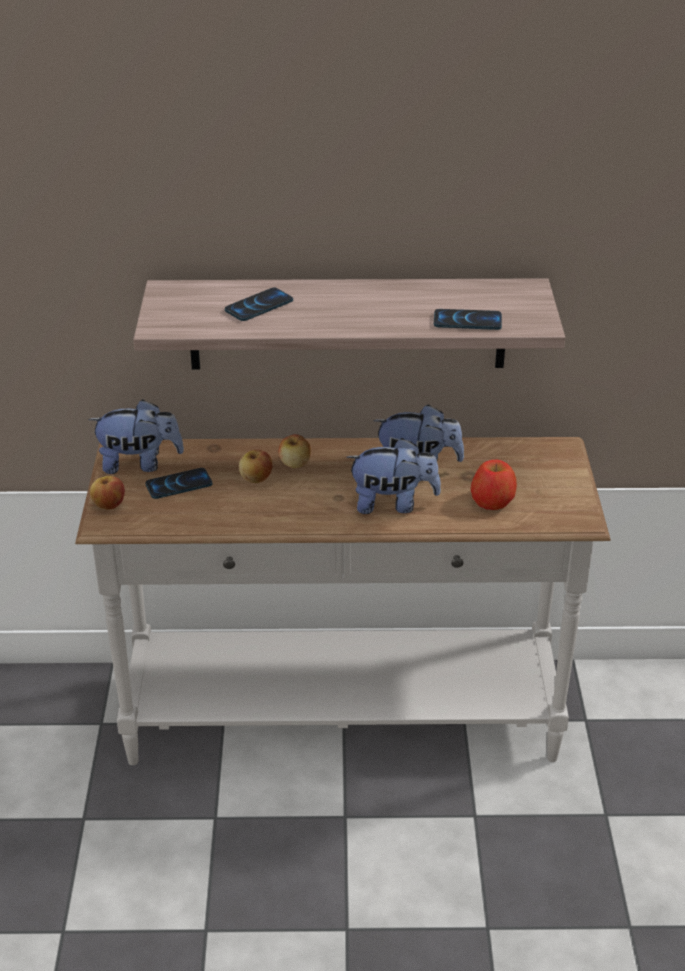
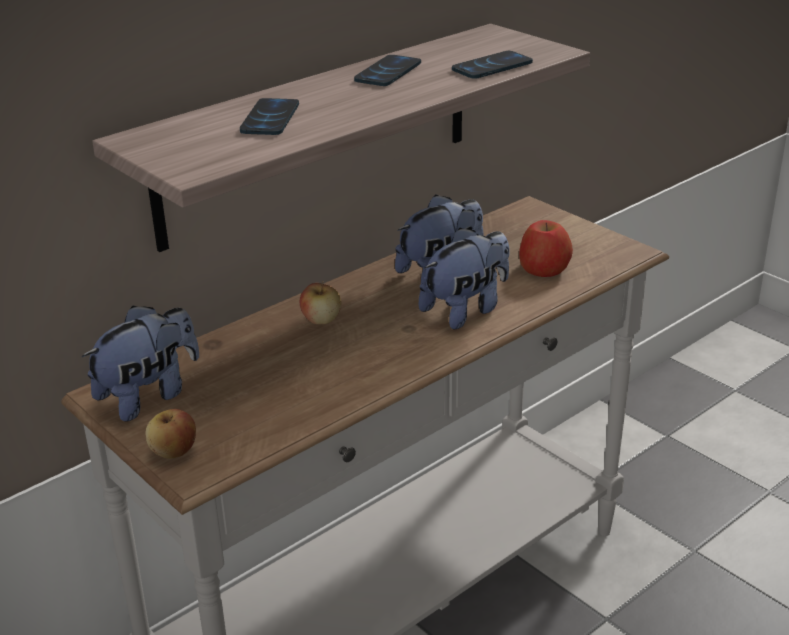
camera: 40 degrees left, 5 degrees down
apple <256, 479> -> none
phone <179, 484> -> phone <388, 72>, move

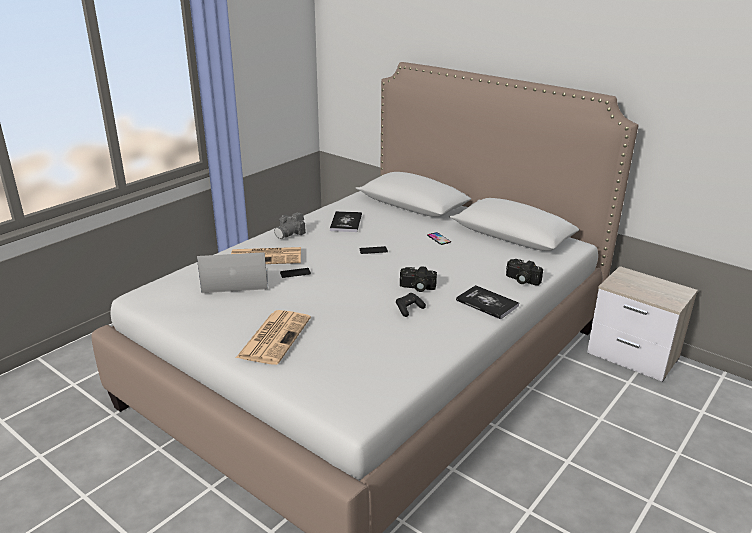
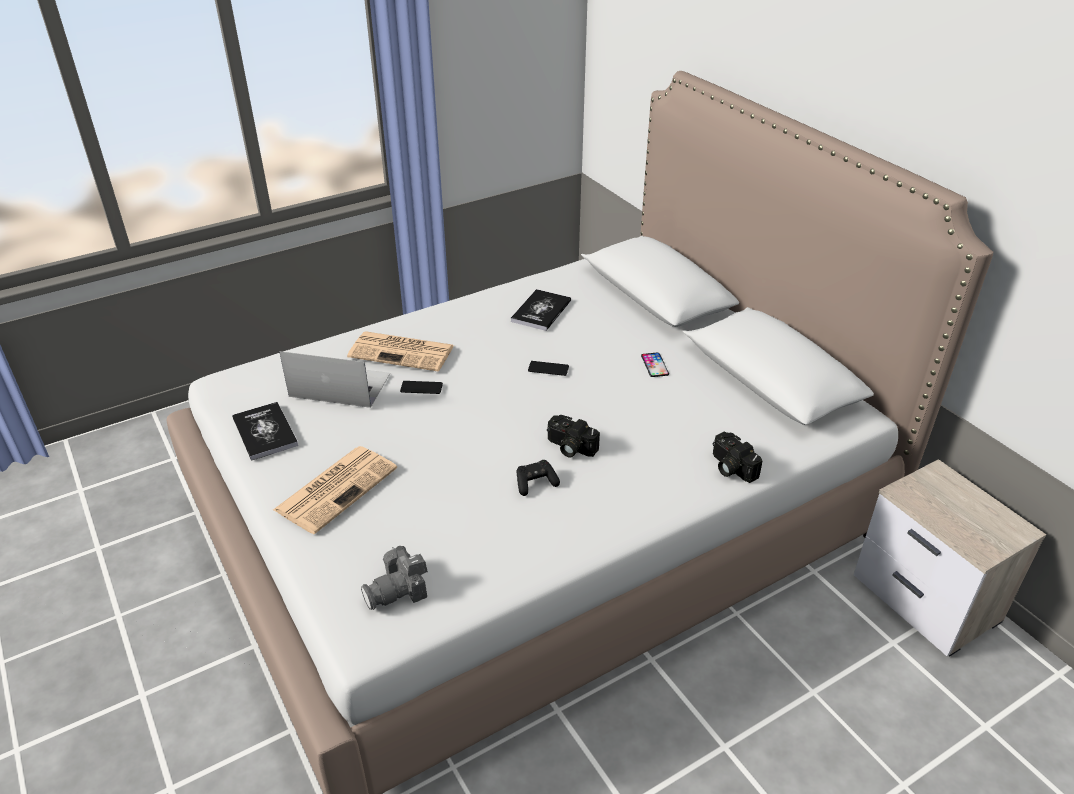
camera: 20 degrees right, 10 degrees up
photo camera <290, 233> -> photo camera <399, 590>, move
book <487, 303> -> book <265, 432>, move

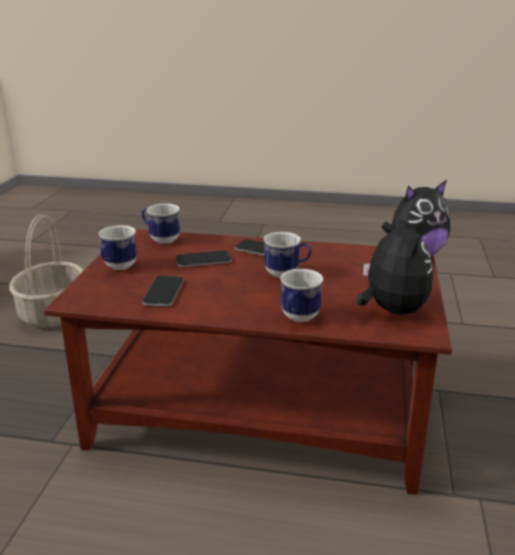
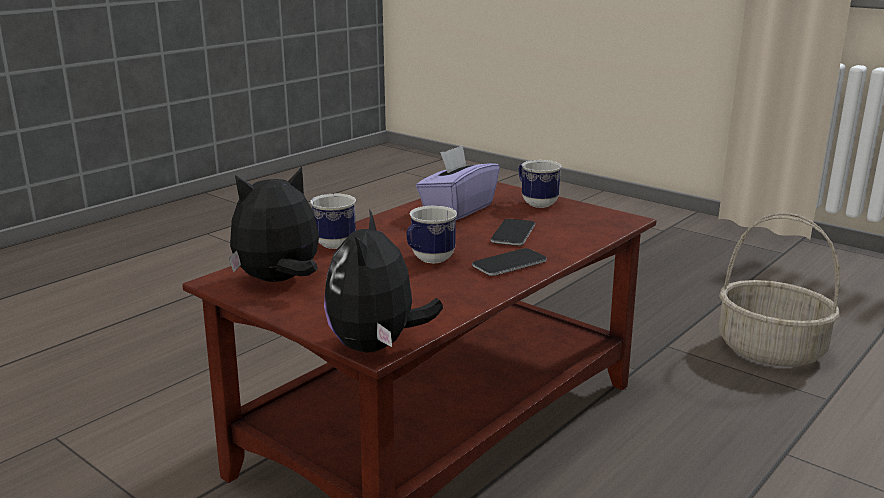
camera: 120 degrees right, 5 degrees down
mug <161, 239> -> none
phone <163, 292> -> tissue box in purple <457, 209>
plush toy <391, 310> -> plush toy <279, 281>, 135 degrees clockwise

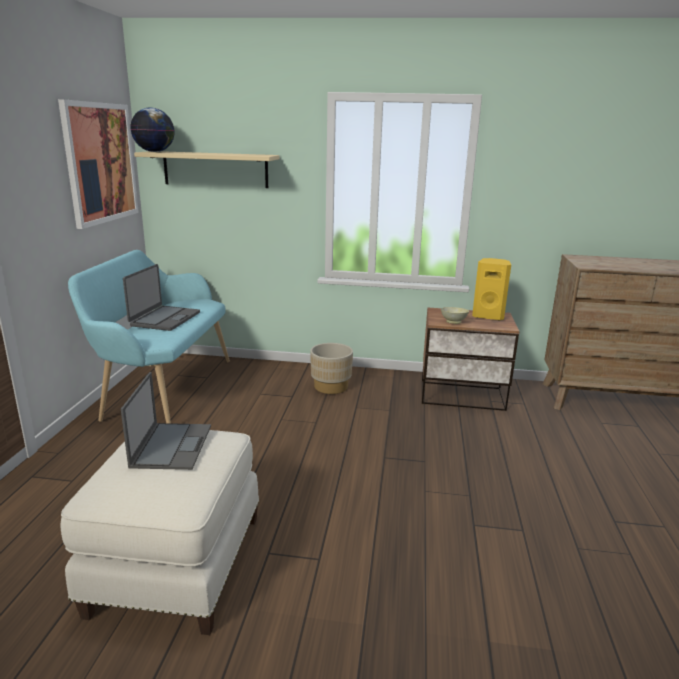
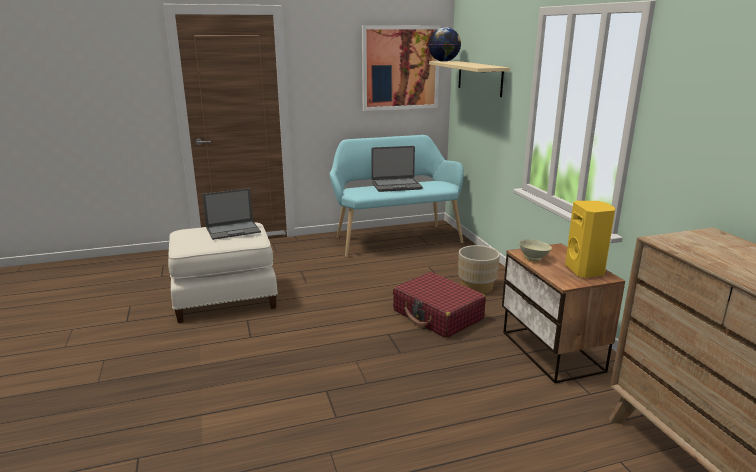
camera: 65 degrees right, 0 degrees up
none -> suitcase in red <438, 315>

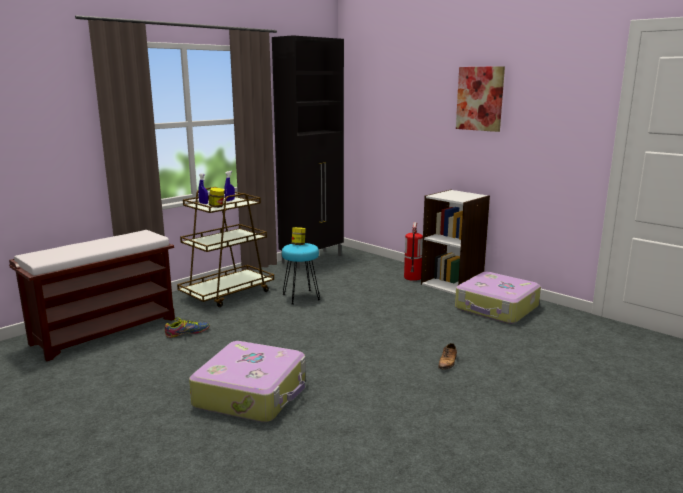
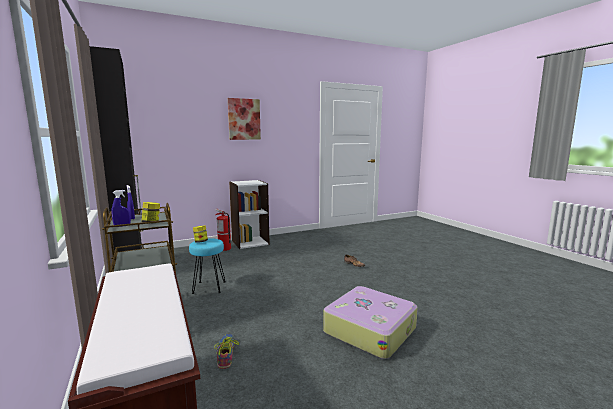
camera: 70 degrees left, 5 degrees down
suitcase <496, 308> -> none

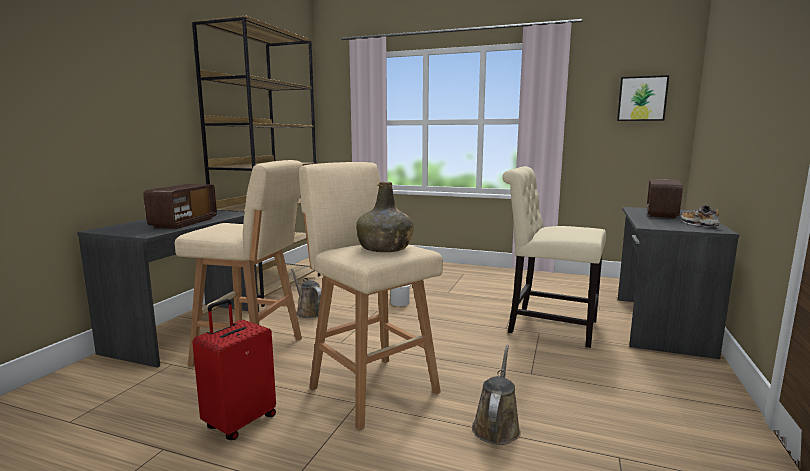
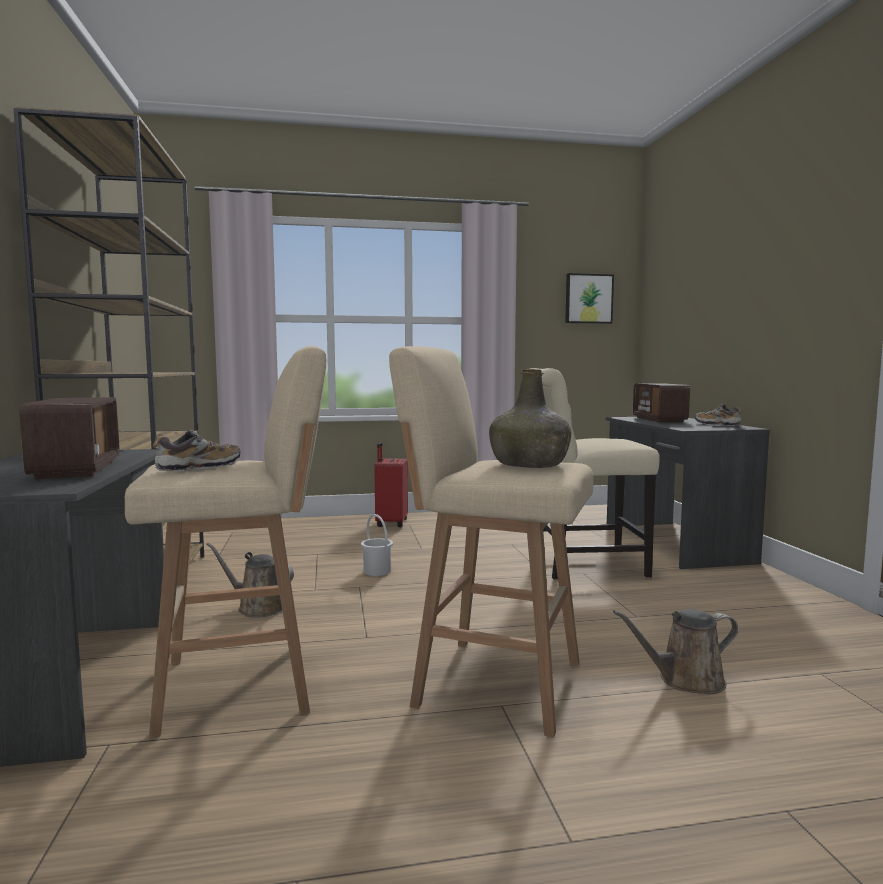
camera: 30 degrees left, 5 degrees down
none -> shoe <198, 468>
suitcase in red <239, 422> -> suitcase in red <390, 523>, move
watering can in brown <496, 426> -> watering can in brown <685, 680>, 90 degrees counterclockwise

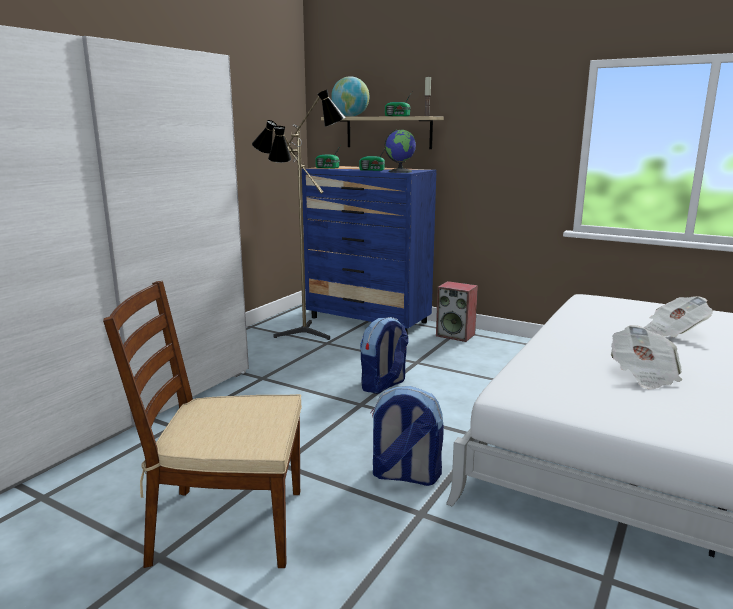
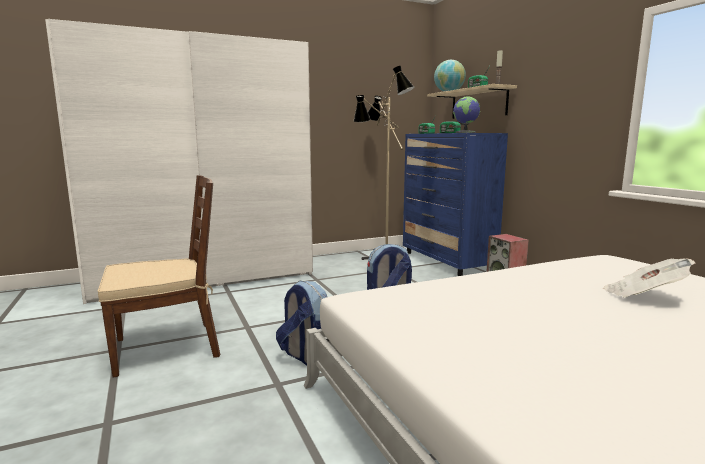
camera: 35 degrees right, 5 degrees down
newspaper <643, 375> -> none
chair in brown <226, 526> -> chair in brown <168, 347>, 120 degrees clockwise

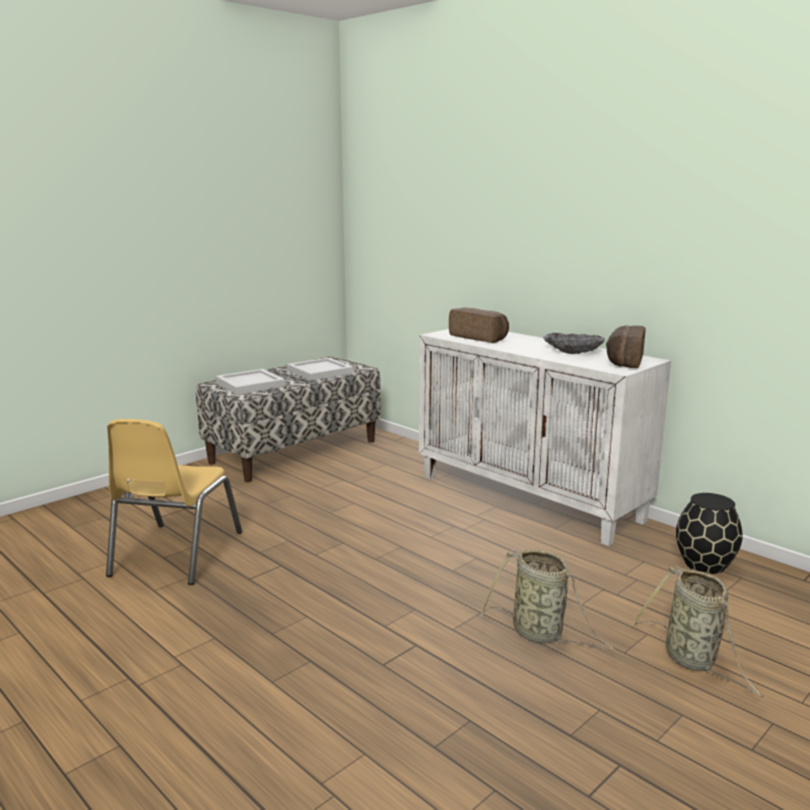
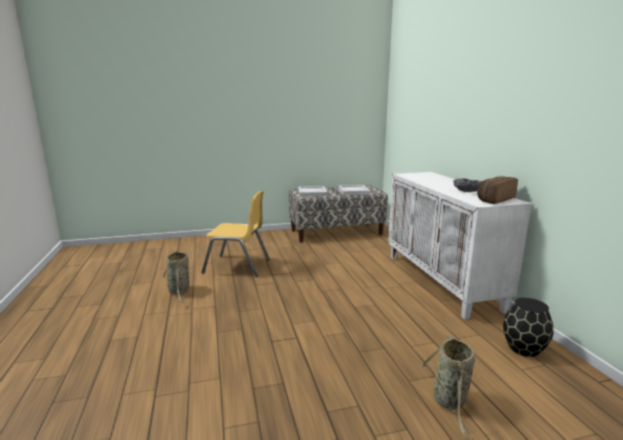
camera: 30 degrees right, 0 degrees up
bread <479, 338> -> none
basket <541, 634> -> basket <179, 291>, move
chair in yellow <175, 554> -> chair in yellow <237, 266>, 120 degrees counterclockwise

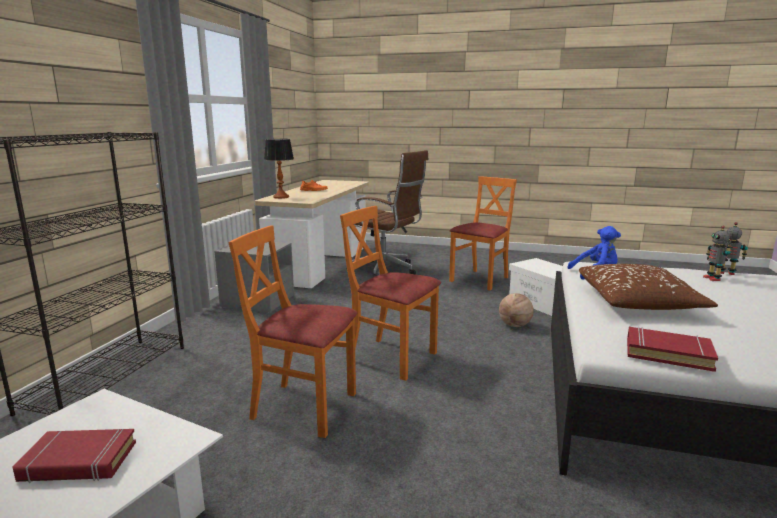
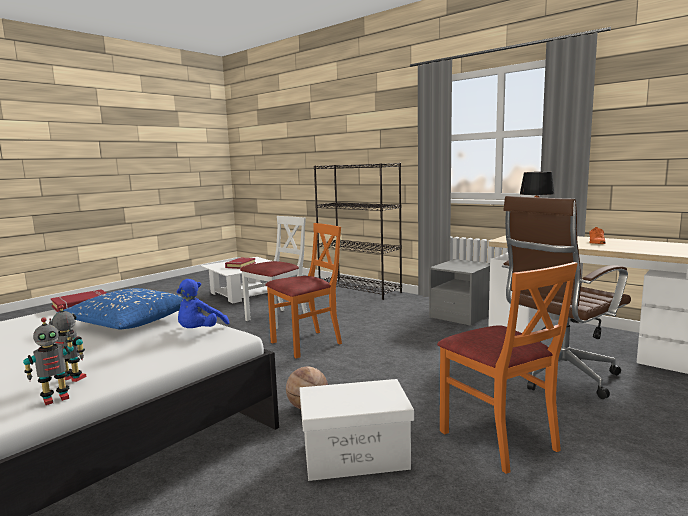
camera: 115 degrees right, 5 degrees down
chair in orange <304, 407> -> chair in white <277, 318>
pillow in brown <638, 302> -> pillow in blue <127, 323>

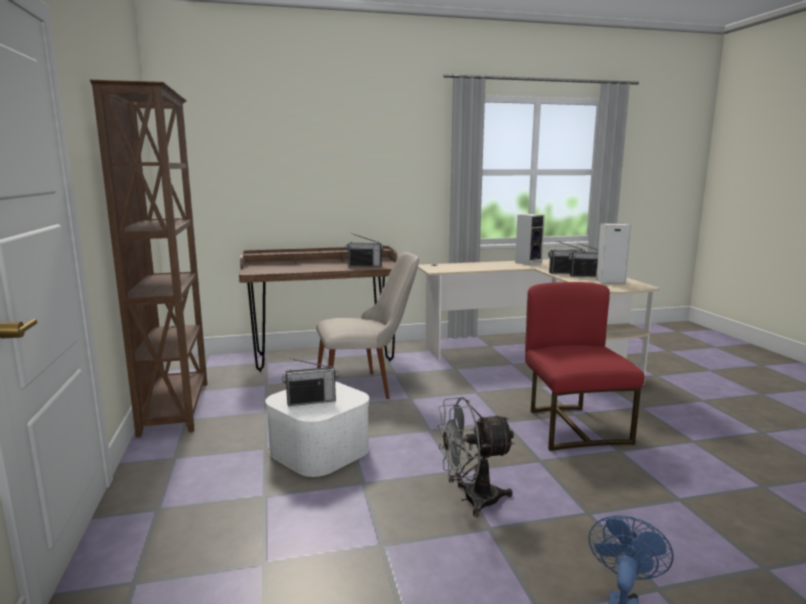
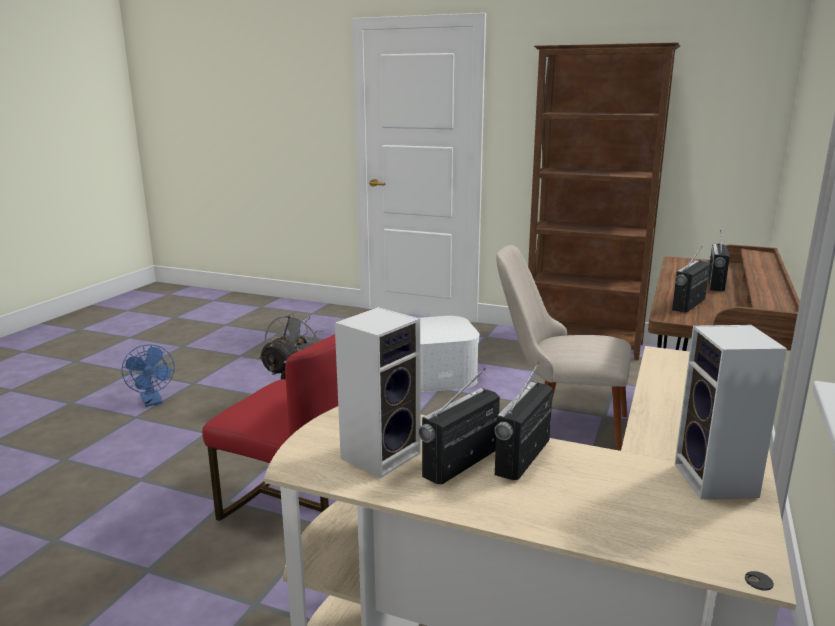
camera: 125 degrees right, 5 degrees up
radio <311, 401> -> radio <715, 284>, move
chair in beige <366, 386> -> chair in beige <560, 427>, 90 degrees clockwise

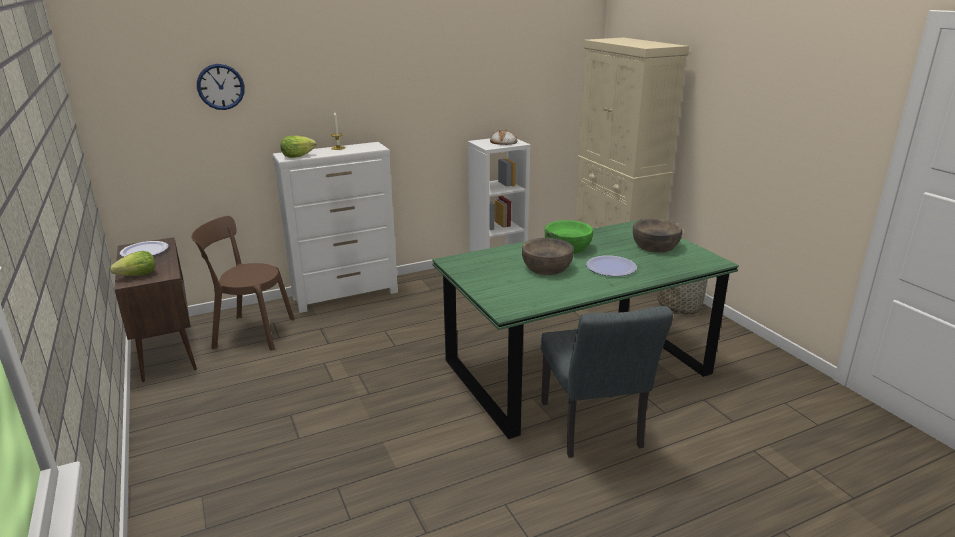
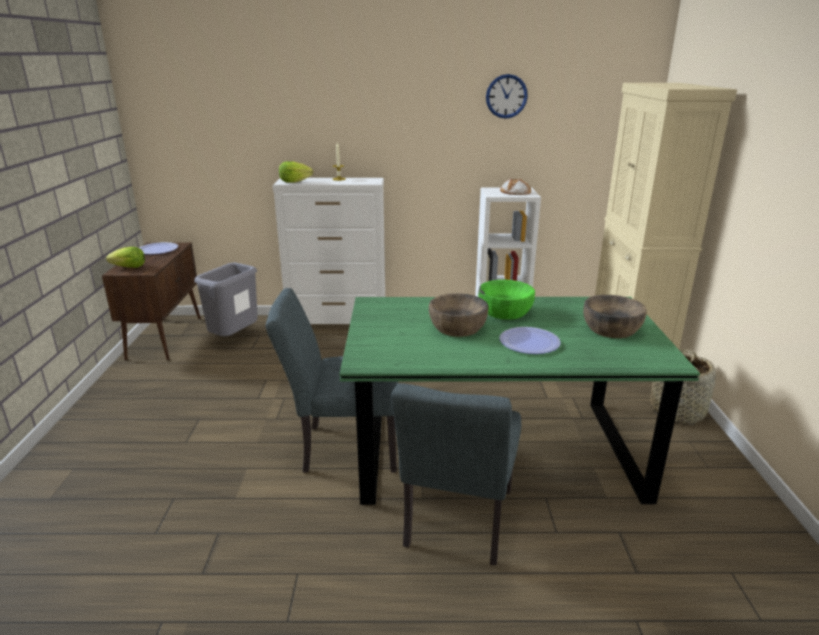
camera: 25 degrees right, 0 degrees up
none -> chair in grey <342, 447>
wall clock <220, 87> -> wall clock <506, 96>, move
chair in brown <250, 332> -> trash can in grey <234, 339>

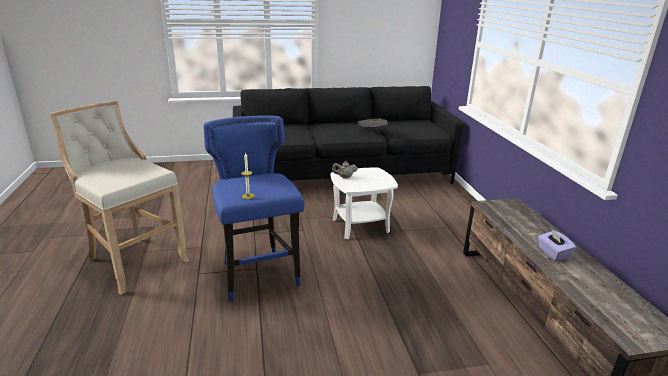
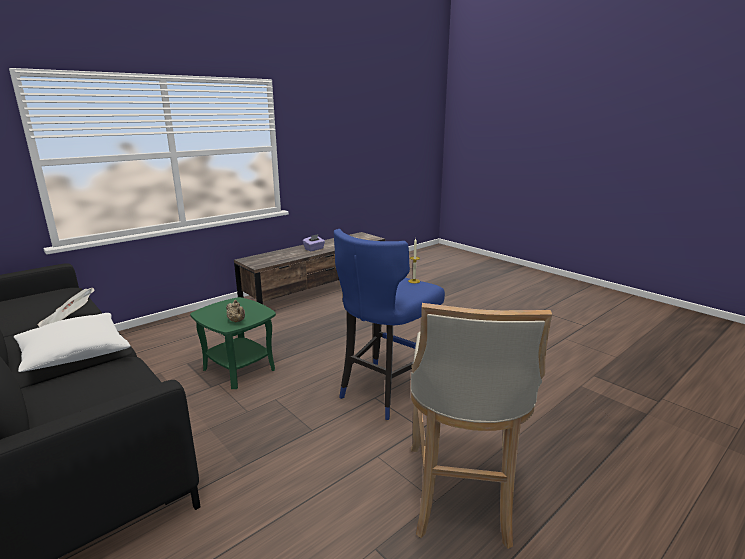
camera: 120 degrees left, 5 degrees down
none -> pillow in white <74, 355>
side table in white <360, 225> -> side table in green <239, 369>

